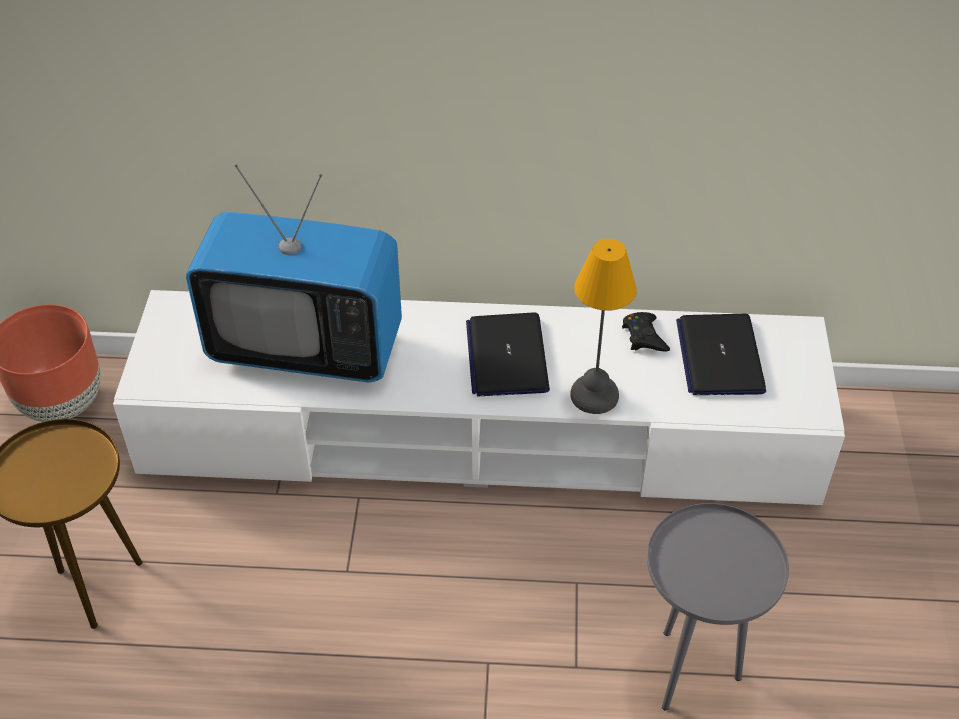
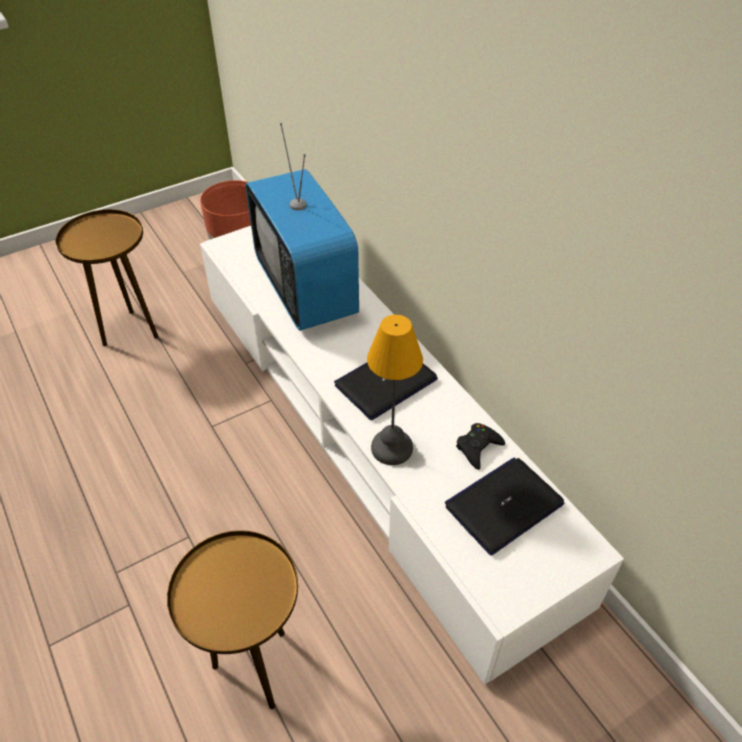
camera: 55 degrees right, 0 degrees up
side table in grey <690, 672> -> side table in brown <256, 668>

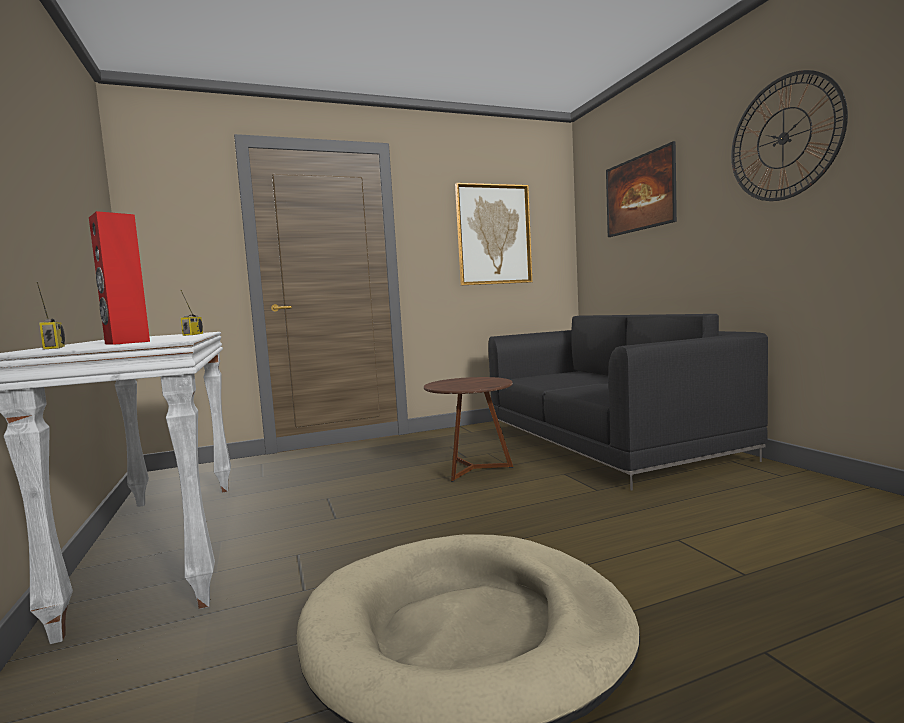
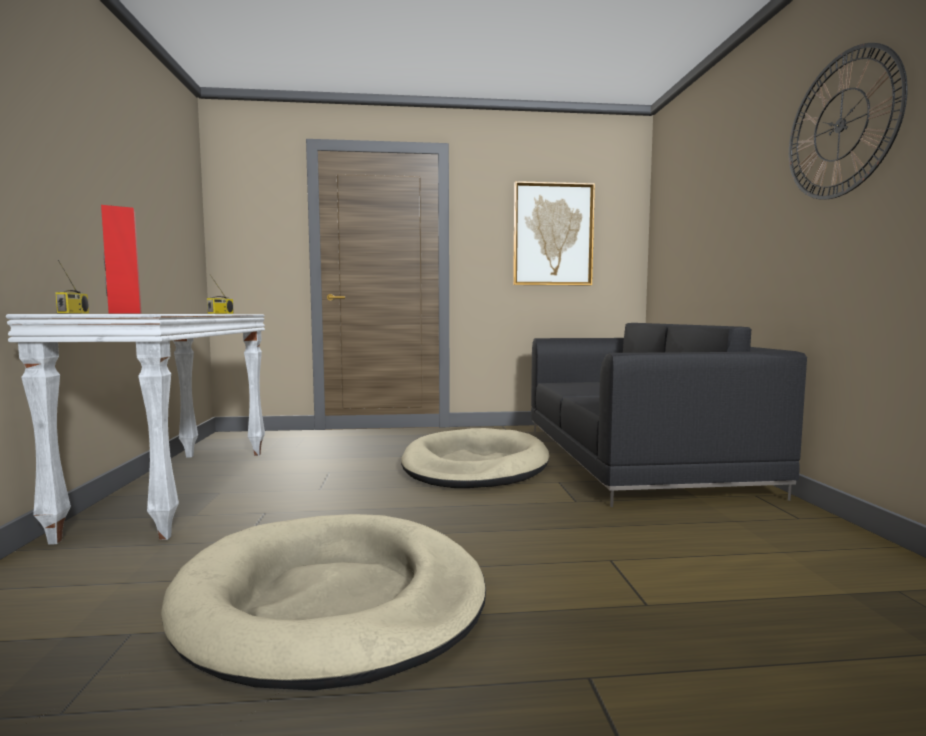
camera: 15 degrees right, 0 degrees up
picture <639, 212> -> none
side table in brown <472, 469> -> dog bed in beige <475, 466>

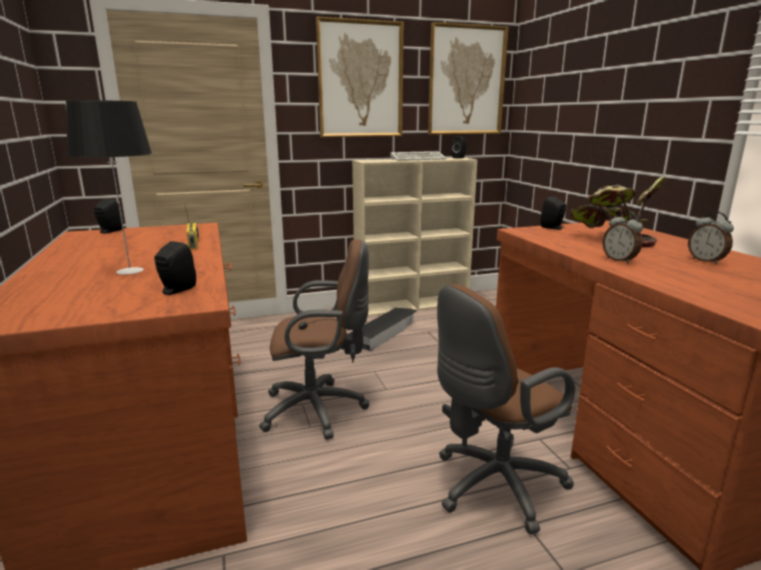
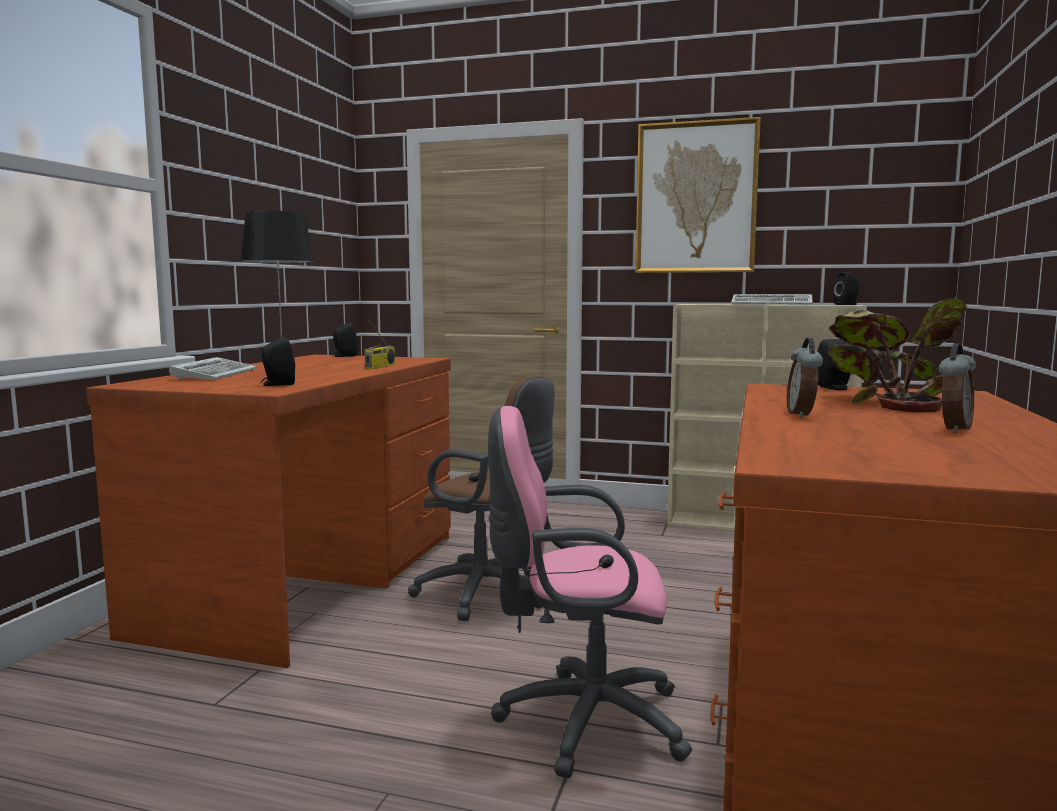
camera: 35 degrees right, 10 degrees down
storage box in black <384, 333> -> none
picture <466, 81> -> none
none -> keyboard <215, 374>
office chair in brown <492, 486> -> office chair in pink <581, 721>
alarm clock <706, 261> -> alarm clock <953, 429>, 150 degrees counterclockwise

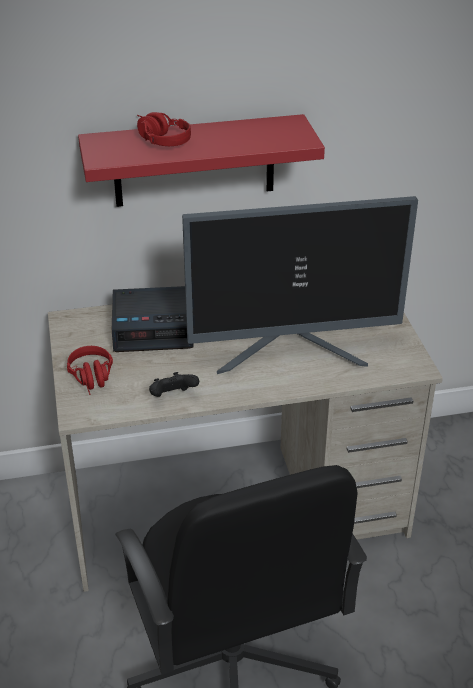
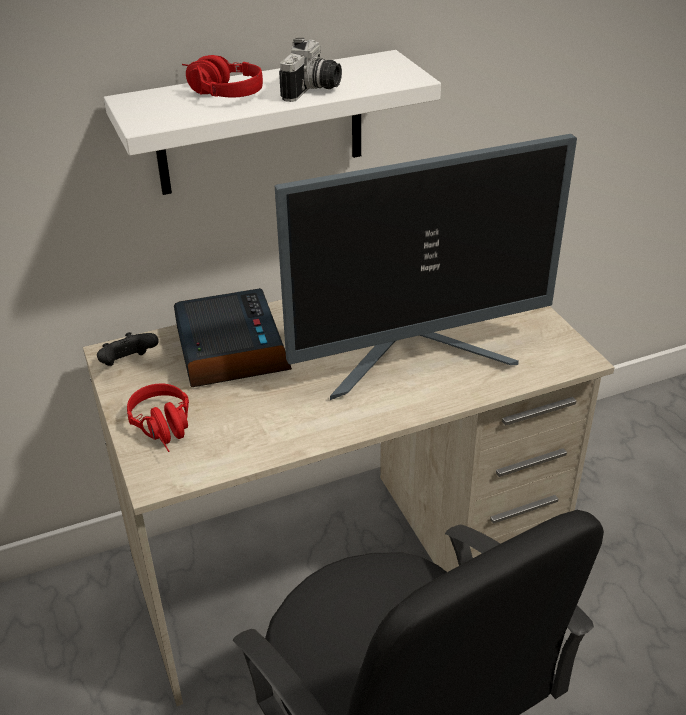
camera: 10 degrees left, 0 degrees up
none -> photo camera <314, 90>
game controller in black <172, 397> -> game controller in black <128, 364>, move
shelf in red <194, 161> -> shelf in white <260, 124>
alarm clock <154, 327> -> alarm clock <230, 349>, 90 degrees counterclockwise

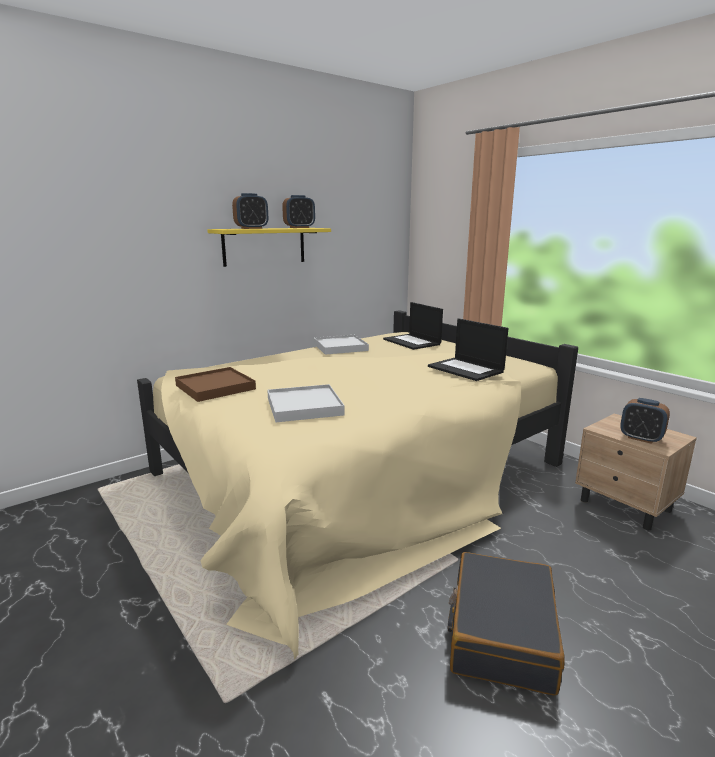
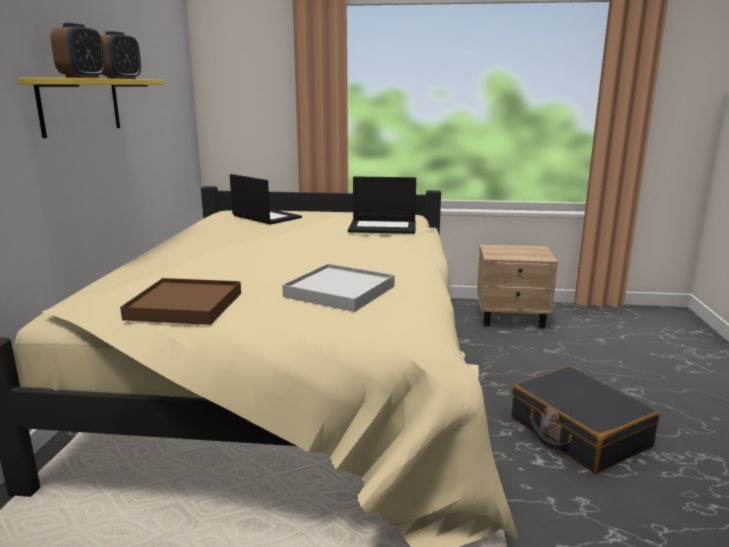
camera: 45 degrees left, 0 degrees up
tray in white <340, 347> -> none
alarm clock <641, 438> -> none
laptop <412, 342> -> laptop <265, 217>, 150 degrees counterclockwise

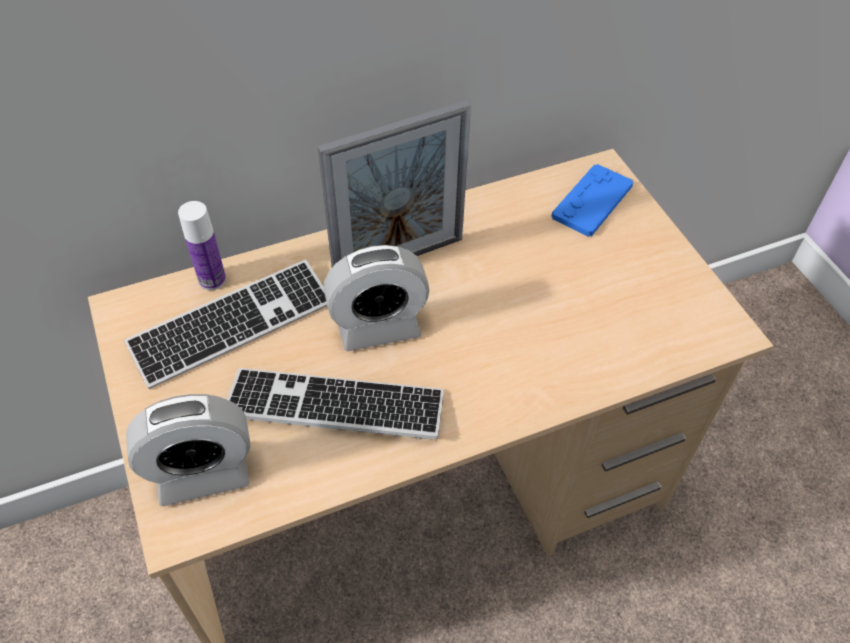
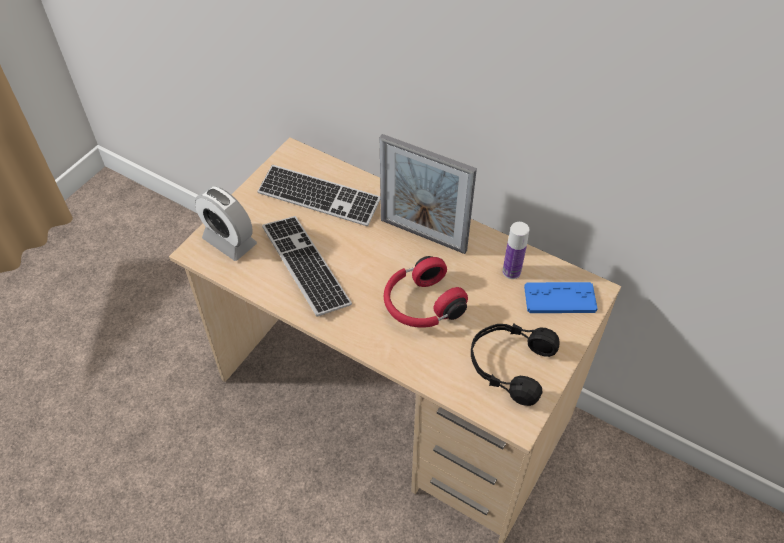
camera: 55 degrees right, 0 degrees up
alarm clock <378, 327> -> none
none -> headphones in red <421, 305>
none -> headphones in black <509, 365>
bottle <212, 280> -> bottle <511, 272>, move

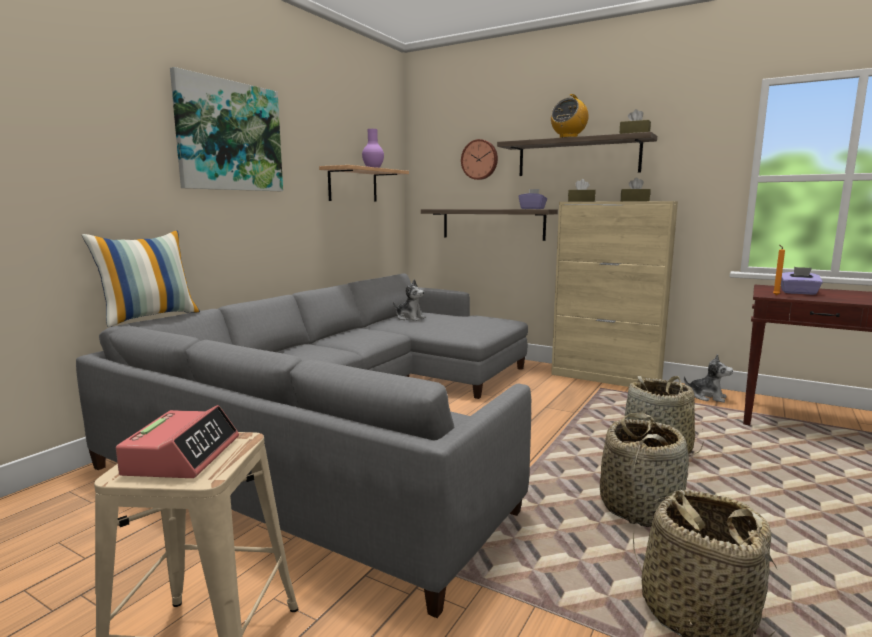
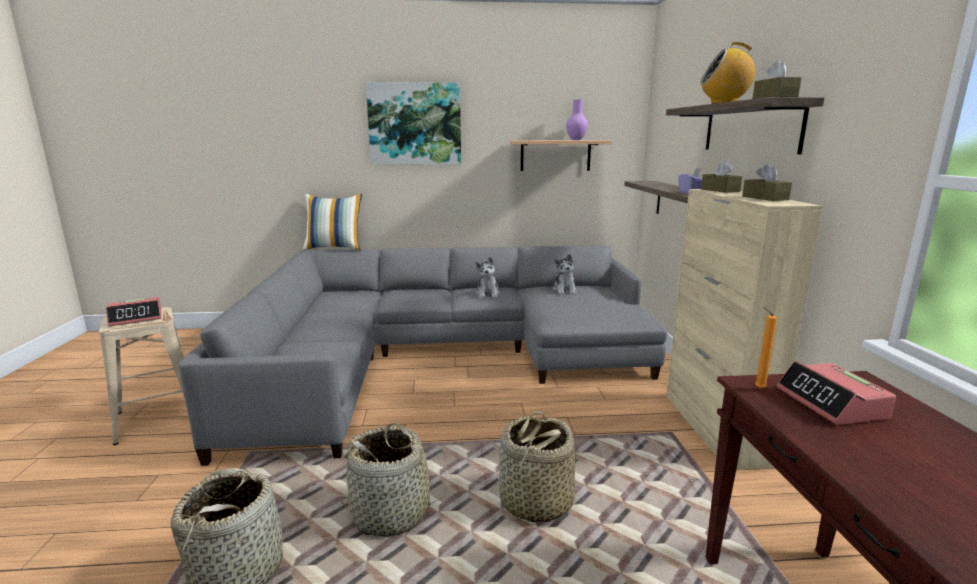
camera: 55 degrees right, 5 degrees up
wall clock <480, 159> -> none
plush toy <707, 397> -> plush toy <488, 294>, move
tissue box in purple <798, 293> -> alarm clock <831, 404>

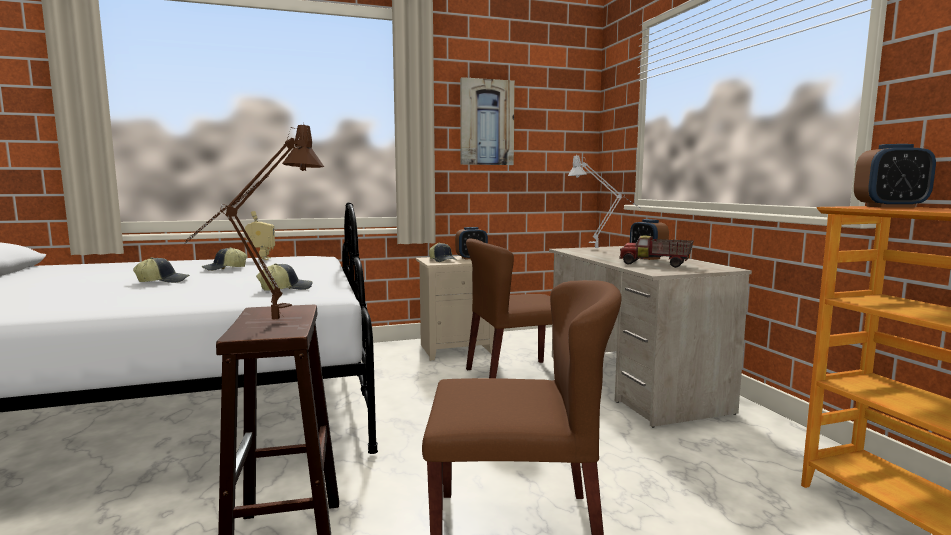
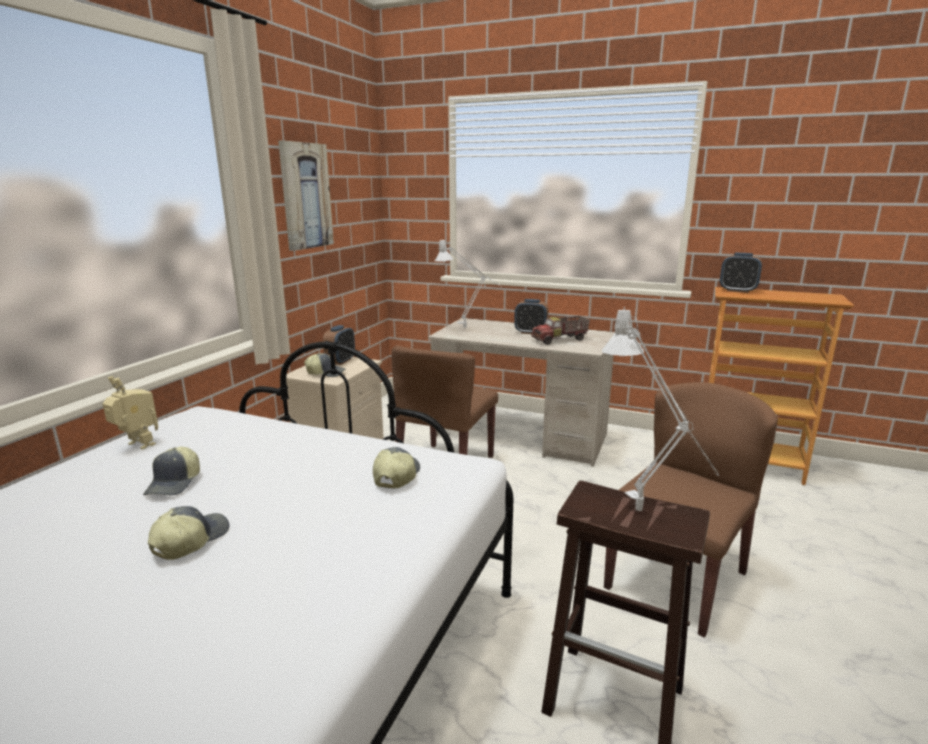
camera: 50 degrees left, 10 degrees up
table lamp in brown <267, 324> -> table lamp in grey <645, 517>
alarm clock <890, 207> -> alarm clock <737, 291>, 75 degrees clockwise

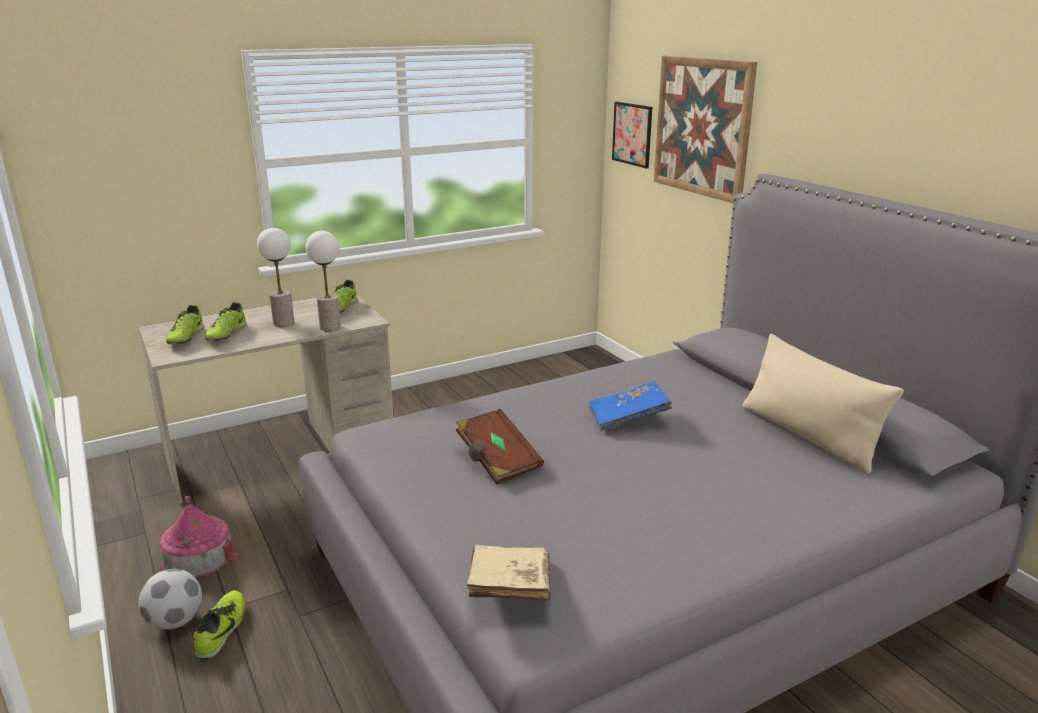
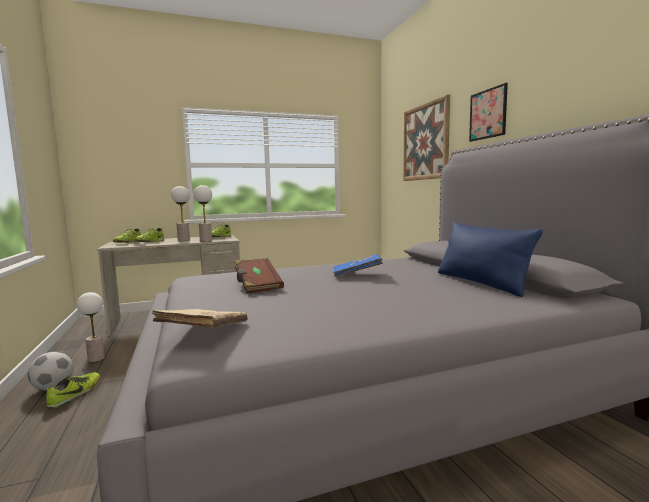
camera: 10 degrees right, 15 degrees down
picture <632, 134> -> picture <488, 114>, move
toy house <198, 556> -> table lamp <96, 358>
pillow in beige <808, 436> -> pillow in blue <480, 283>

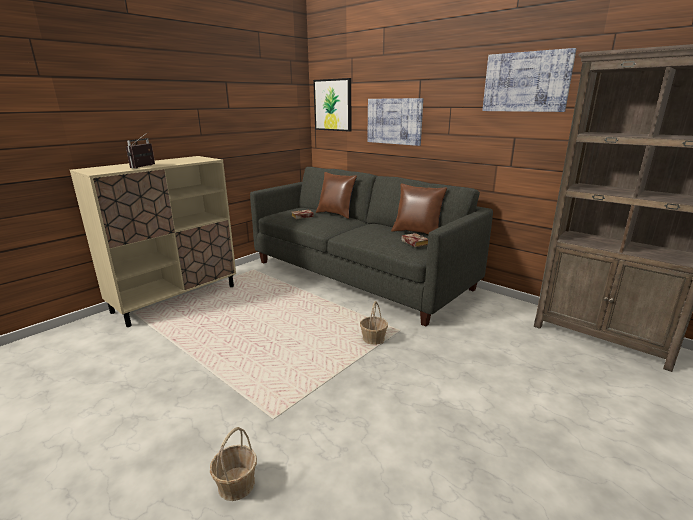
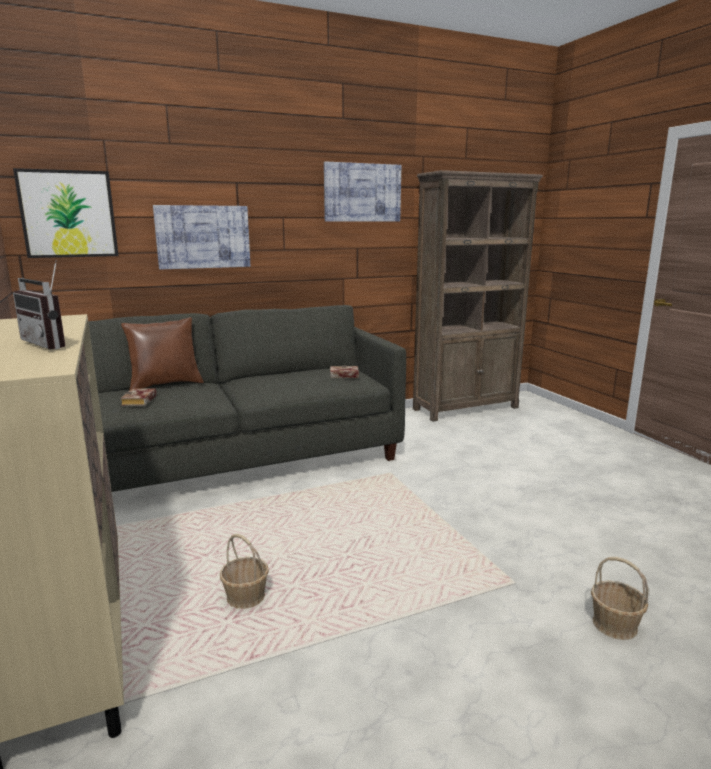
camera: 65 degrees left, 5 degrees down
pillow in brown <417, 233> -> none
basket <373, 339> -> basket <246, 597>, move

